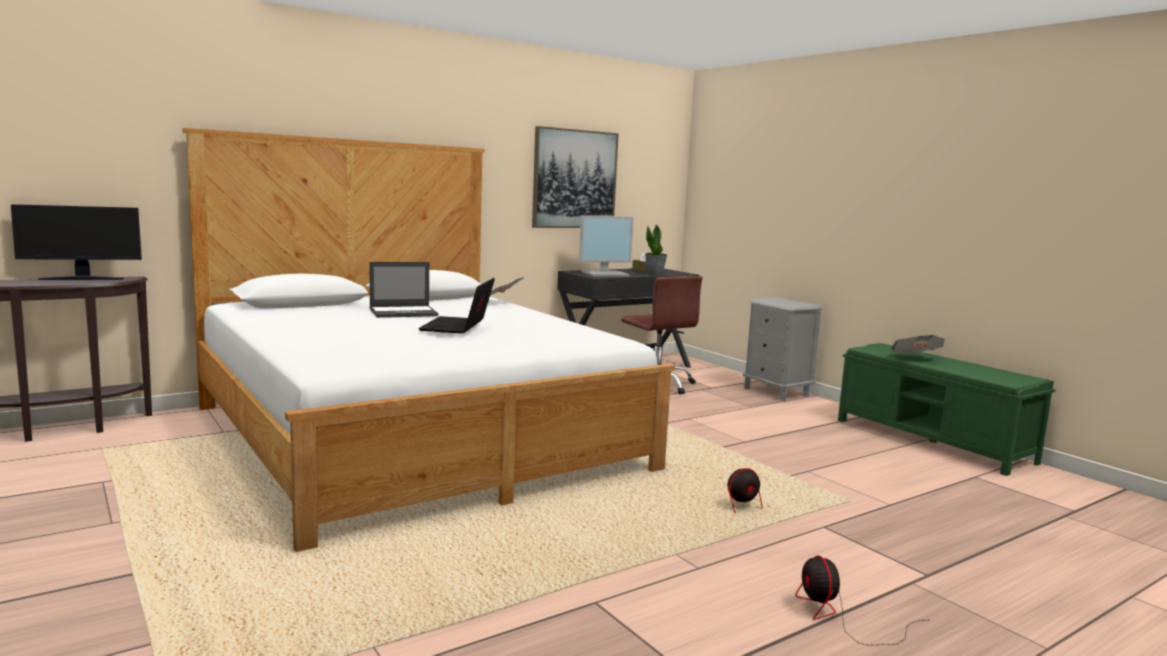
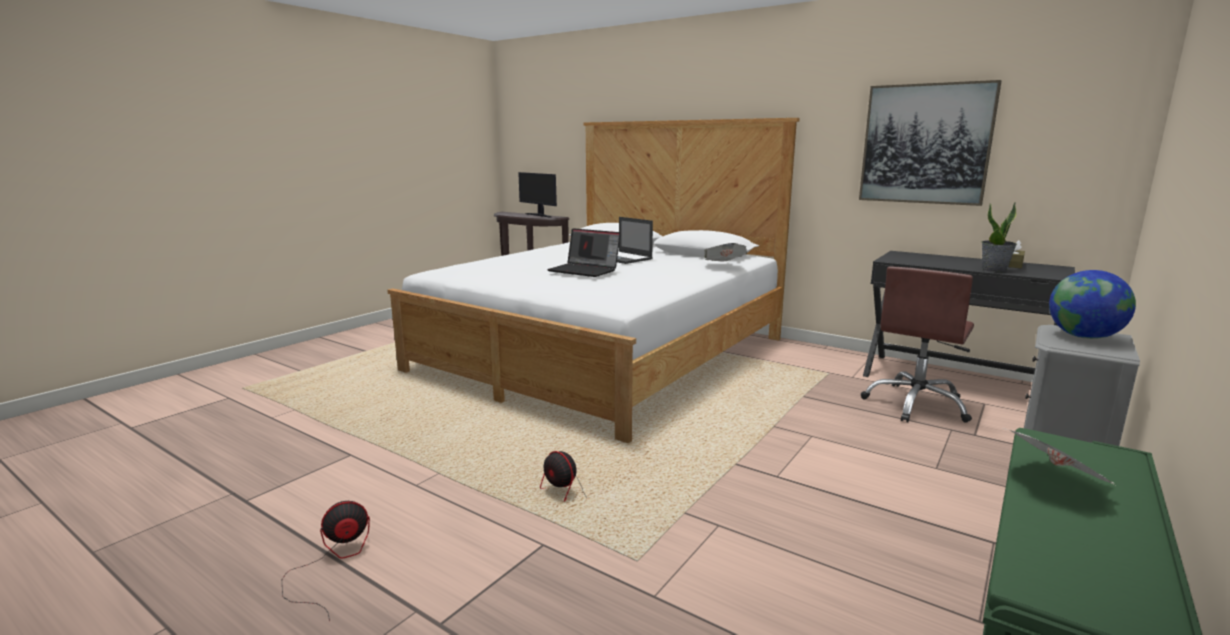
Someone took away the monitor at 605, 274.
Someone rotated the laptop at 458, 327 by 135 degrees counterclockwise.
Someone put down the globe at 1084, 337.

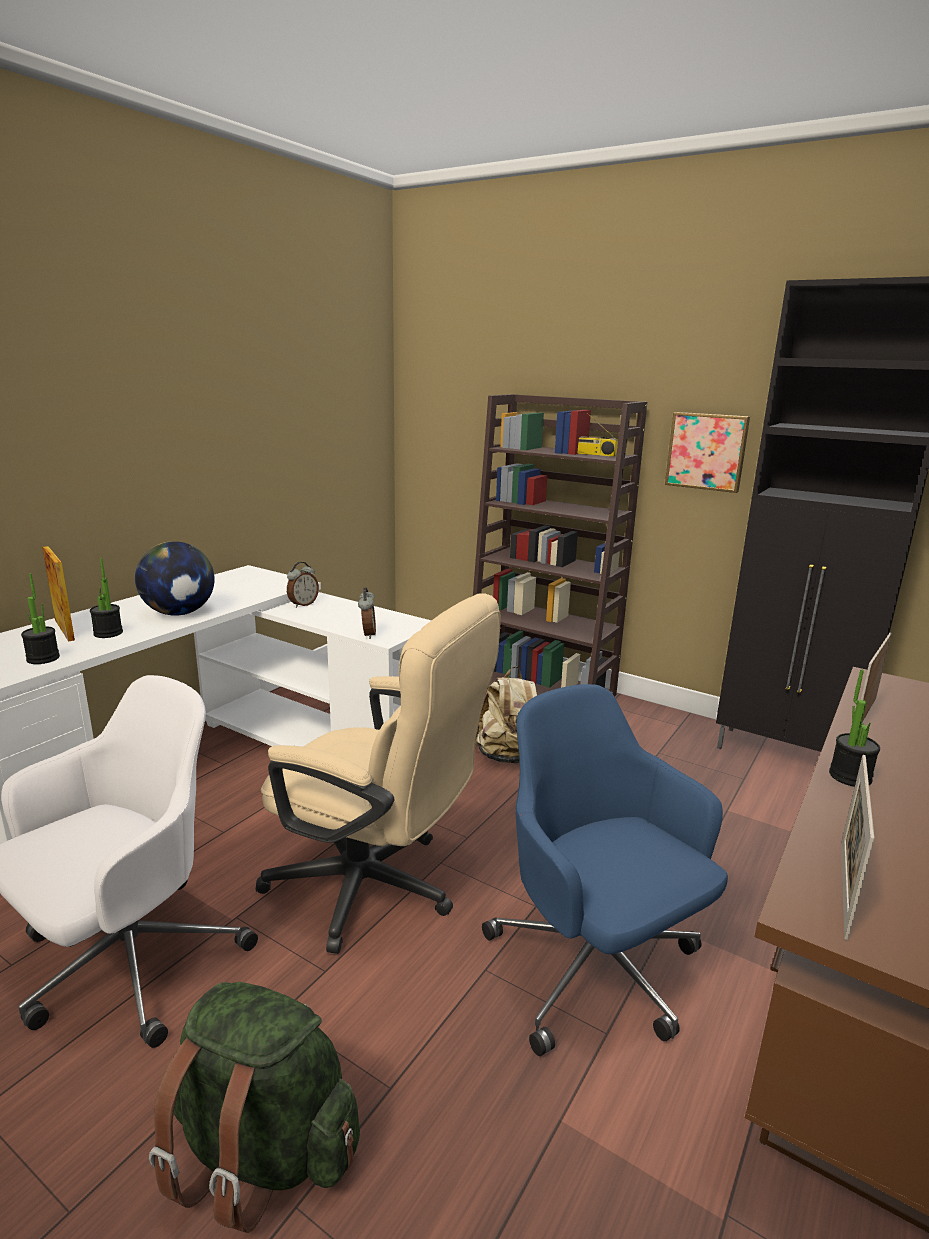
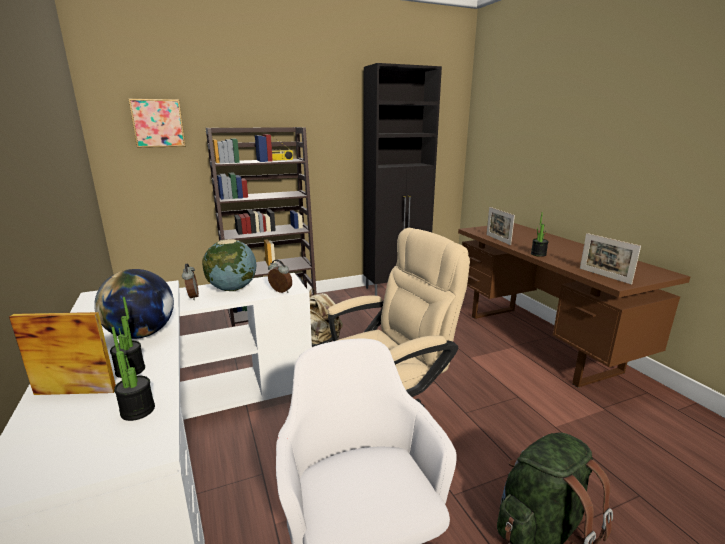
Someone carried the picture from 707, 451 to 158, 123.
Someone took away the blue_office_chair at 595, 970.
Someone put down the globe at 232, 289.

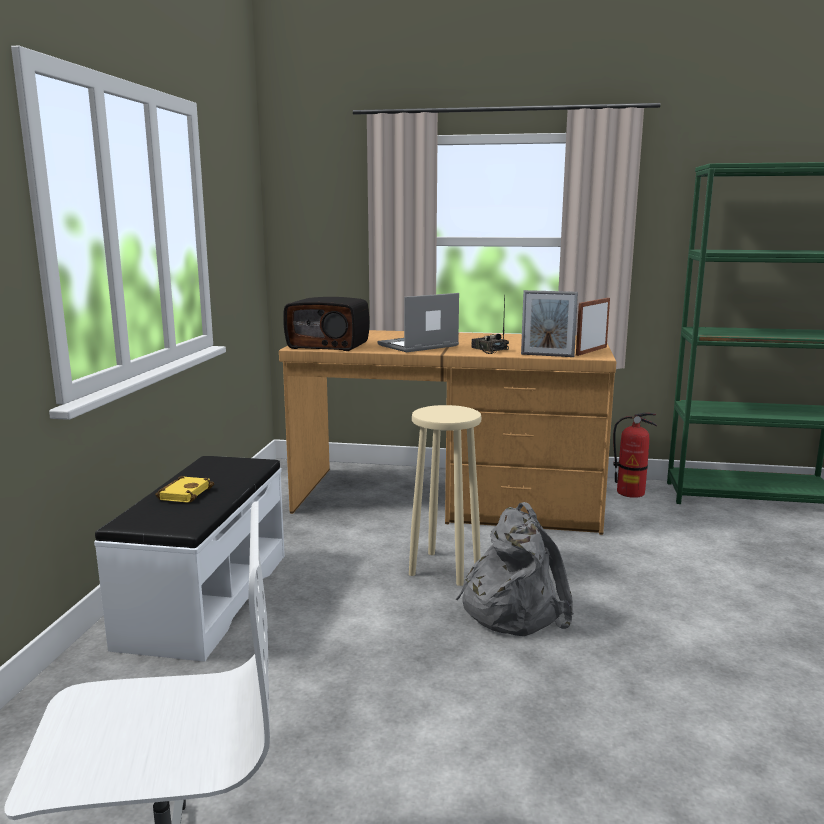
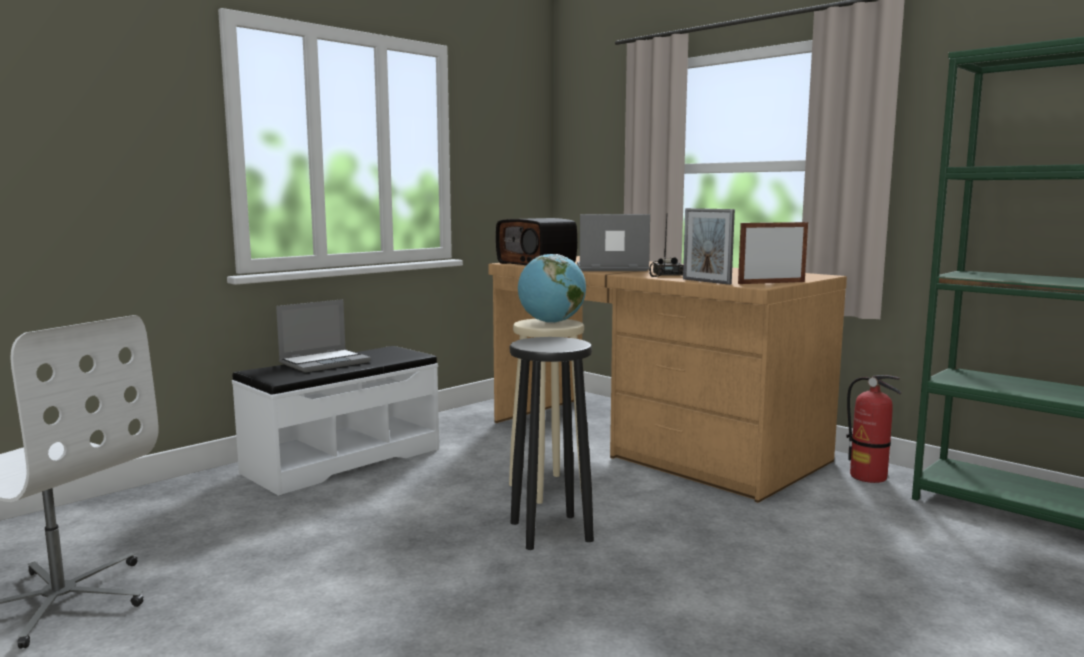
Someone swapped the yellow_book at 184, 493 for the laptop at 325, 362.
Someone swapped the grey_backpack at 513, 609 for the black_stool at 551, 532.
Someone put down the globe at 551, 322.

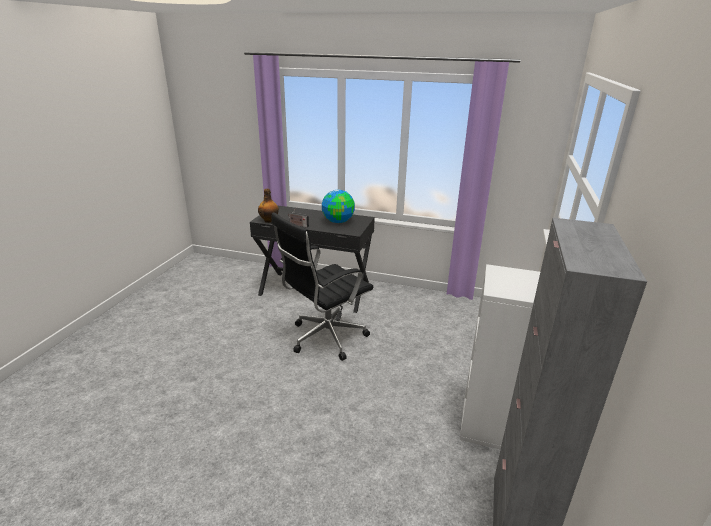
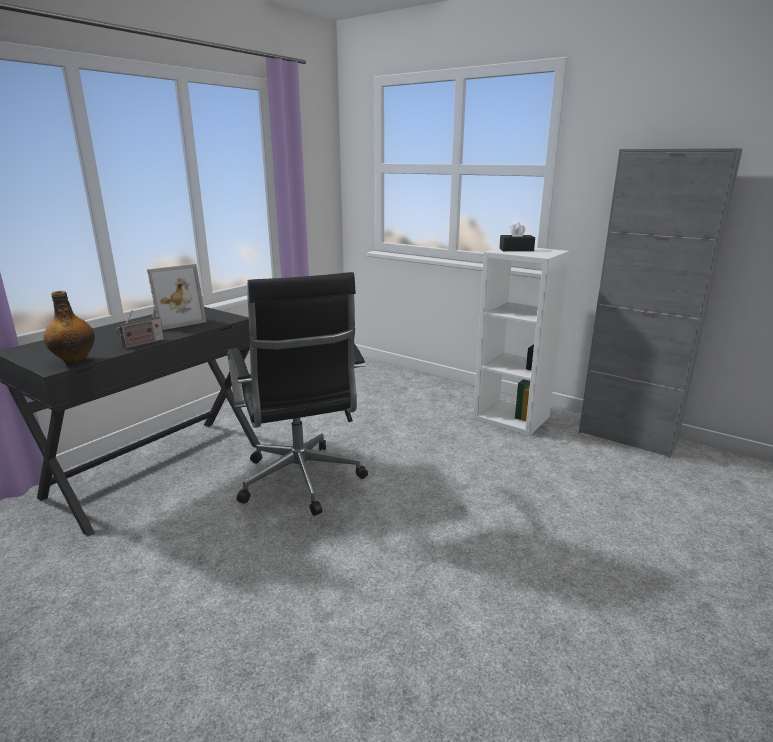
Someone swapped the globe at 338, 221 for the picture_frame at 176, 321.
Someone put down the black_tissue_box at 516, 250.

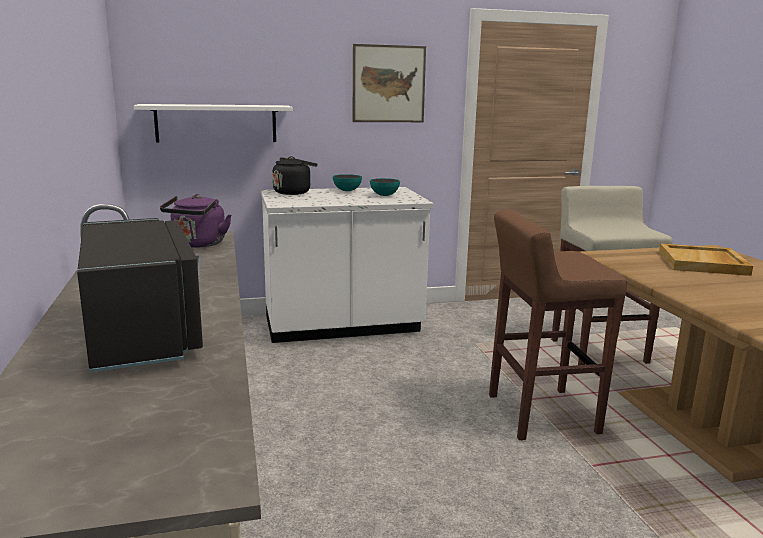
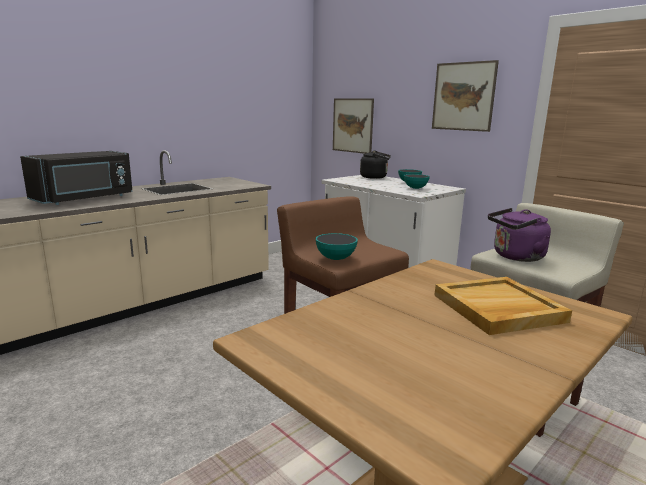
Someone swapped the white_shelf at 216, 123 for the picture at 352, 125.
Someone carried the purple_kettle from 198, 245 to 515, 257.
Someone put down the bowl at 335, 259.

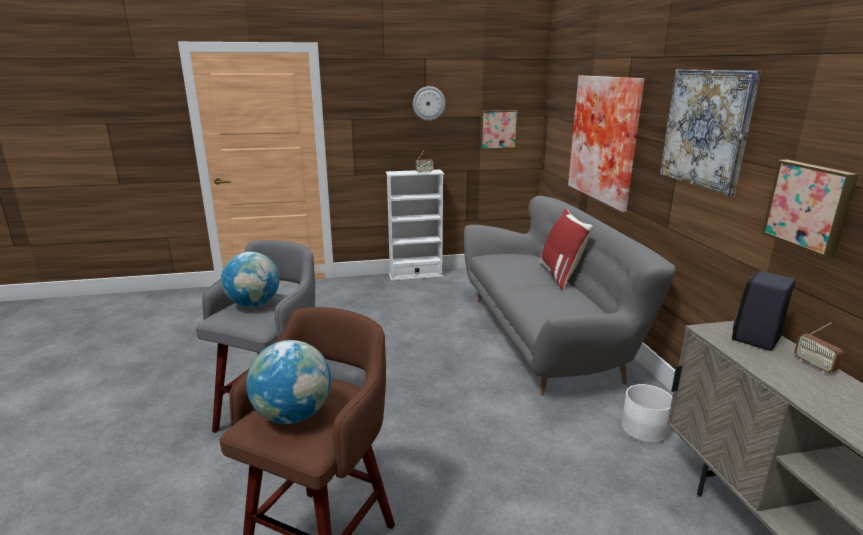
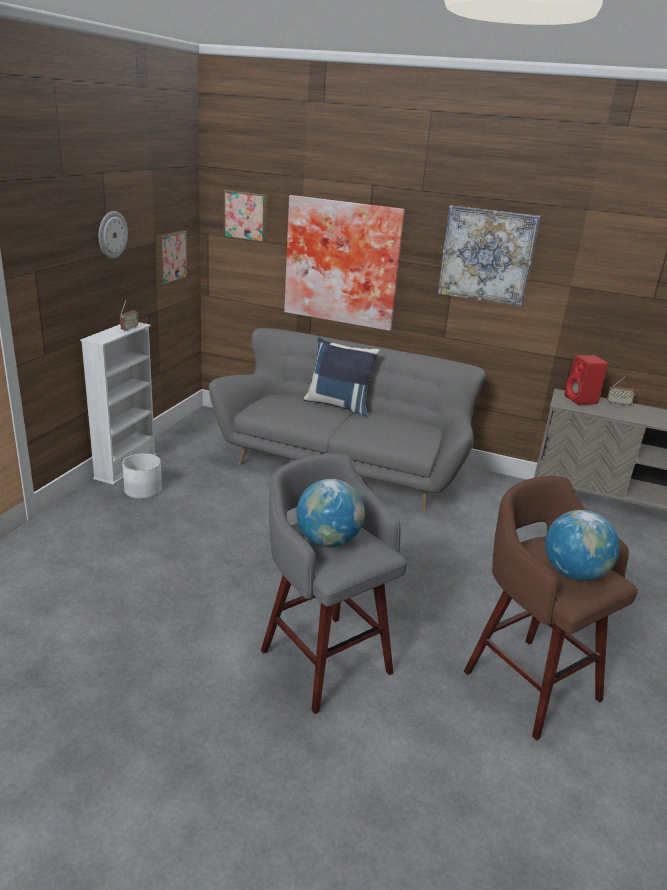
Someone carried the picture from 809, 206 to 246, 215.
Someone repainted the red_pillow at 561, 276, which became the blue_pillow at 339, 405.
Someone repainted the black_speaker at 755, 340, which became the red_speaker at 581, 400.
Someone carried the white_planter from 644, 429 to 143, 489.

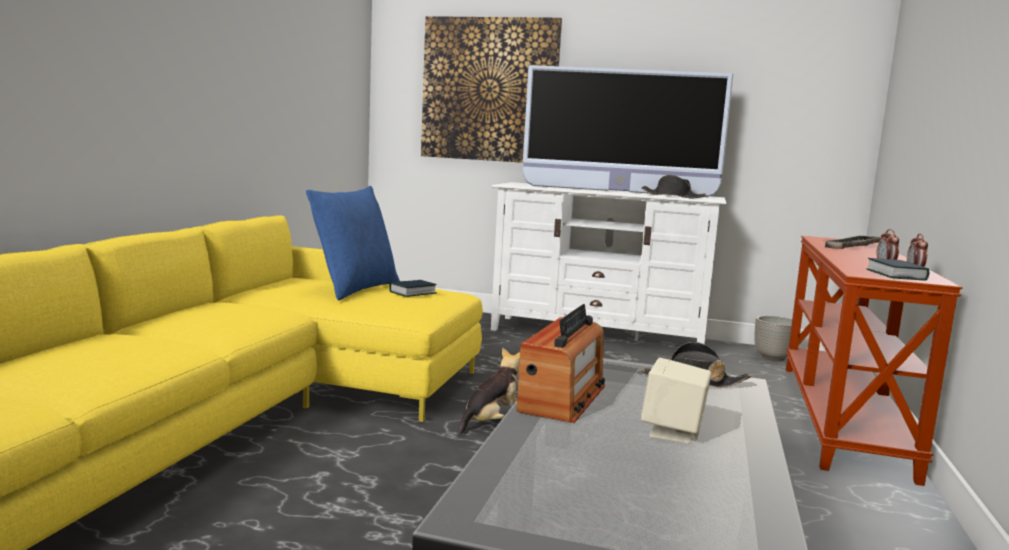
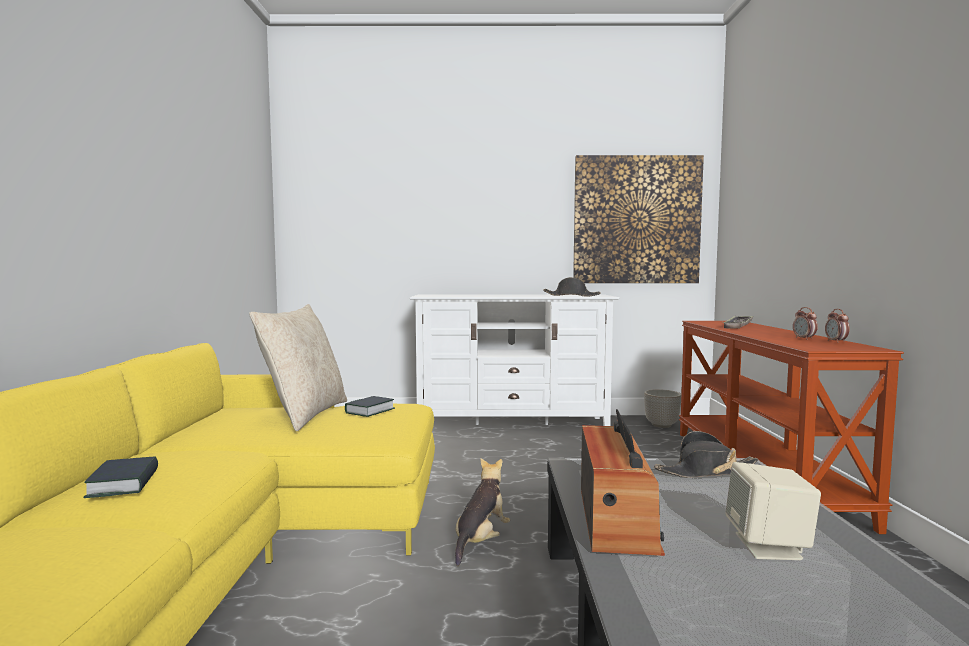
Someone carried the picture from 489, 90 to 636, 220.
Someone took away the television at 618, 191.
Someone repainted the blue_pillow at 354, 289, which became the beige_pillow at 305, 415.
Someone carried the book from 896, 275 to 124, 484.

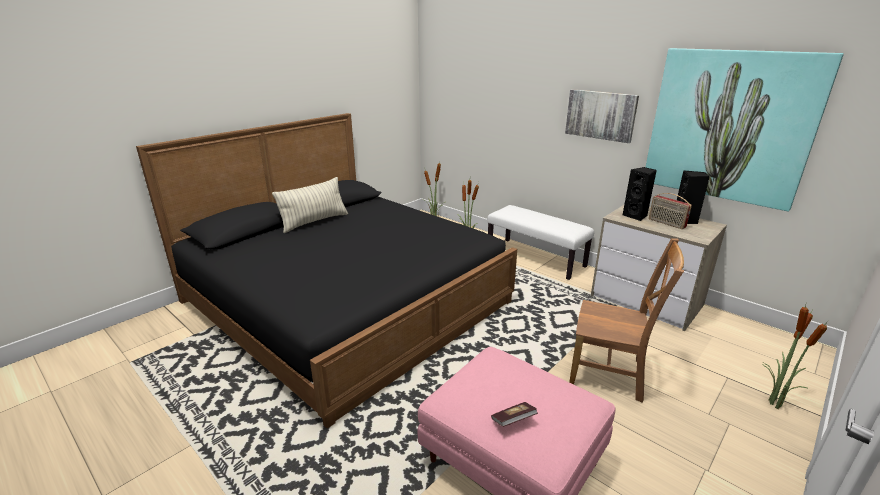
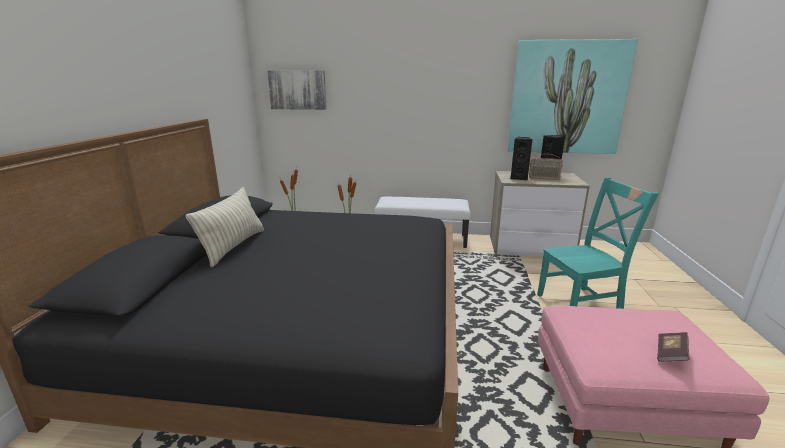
Someone carried the picture from 600, 115 to 297, 90.
Someone repainted the brown_chair at 611, 374, which became the turquoise_chair at 581, 304.
Someone took away the potted_plant at 773, 403.

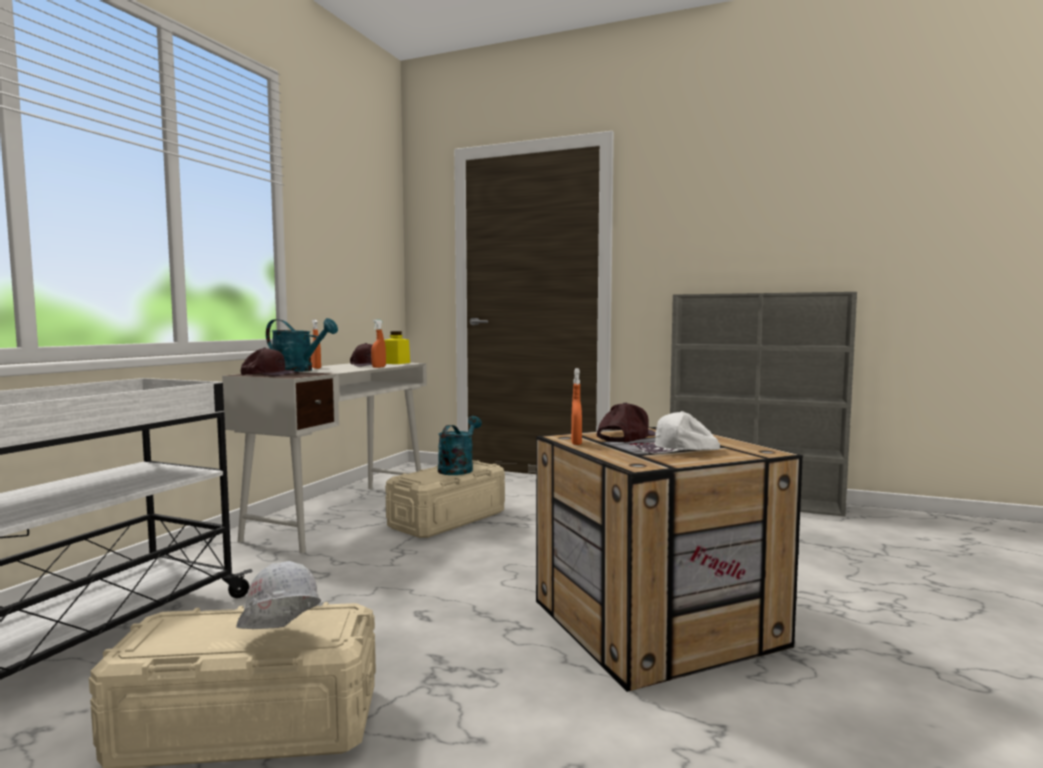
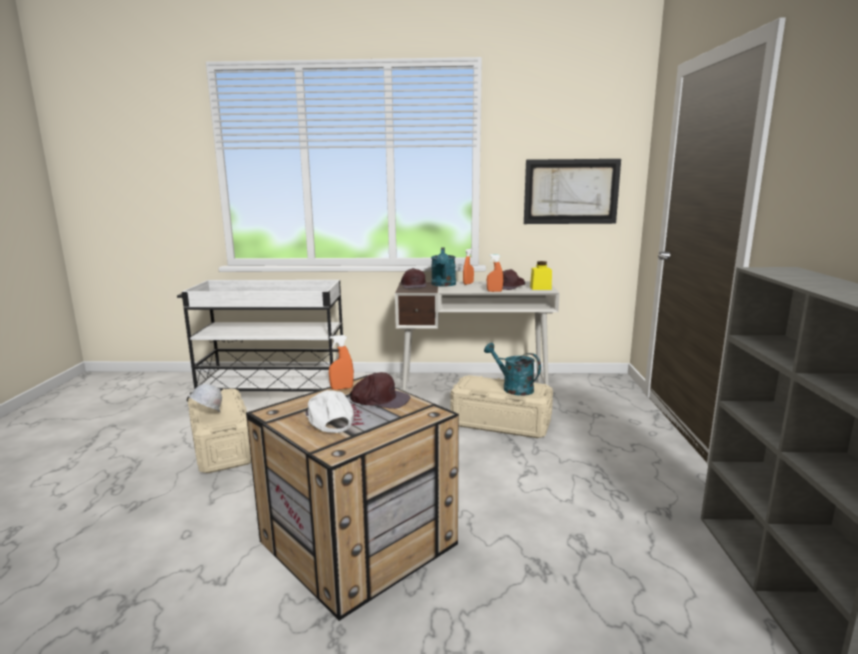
Someone rotated the turquoise_watering_can at 458, 469 by 135 degrees counterclockwise.
Someone put up the picture at 571, 191.

